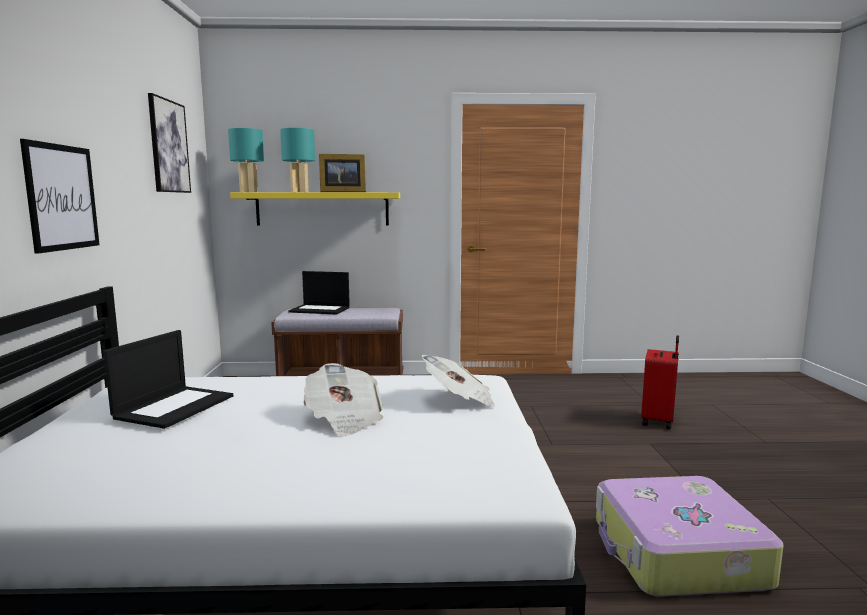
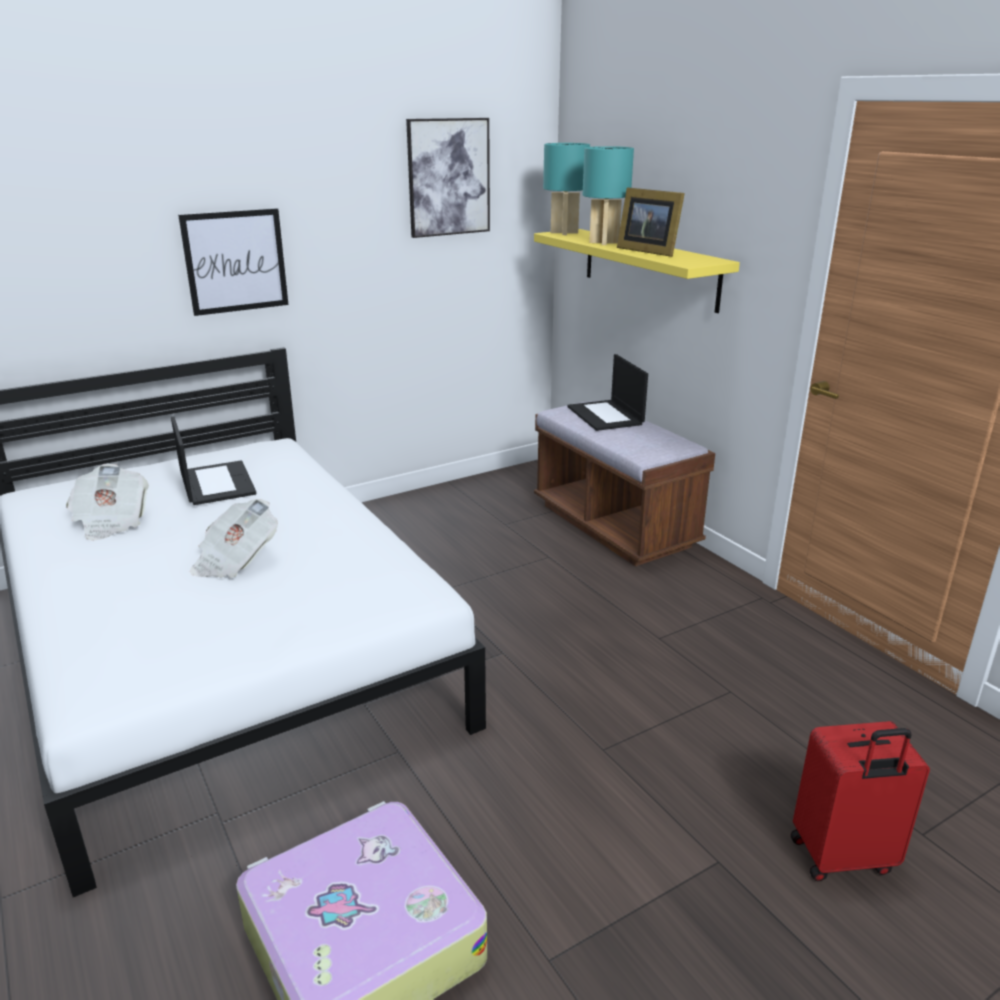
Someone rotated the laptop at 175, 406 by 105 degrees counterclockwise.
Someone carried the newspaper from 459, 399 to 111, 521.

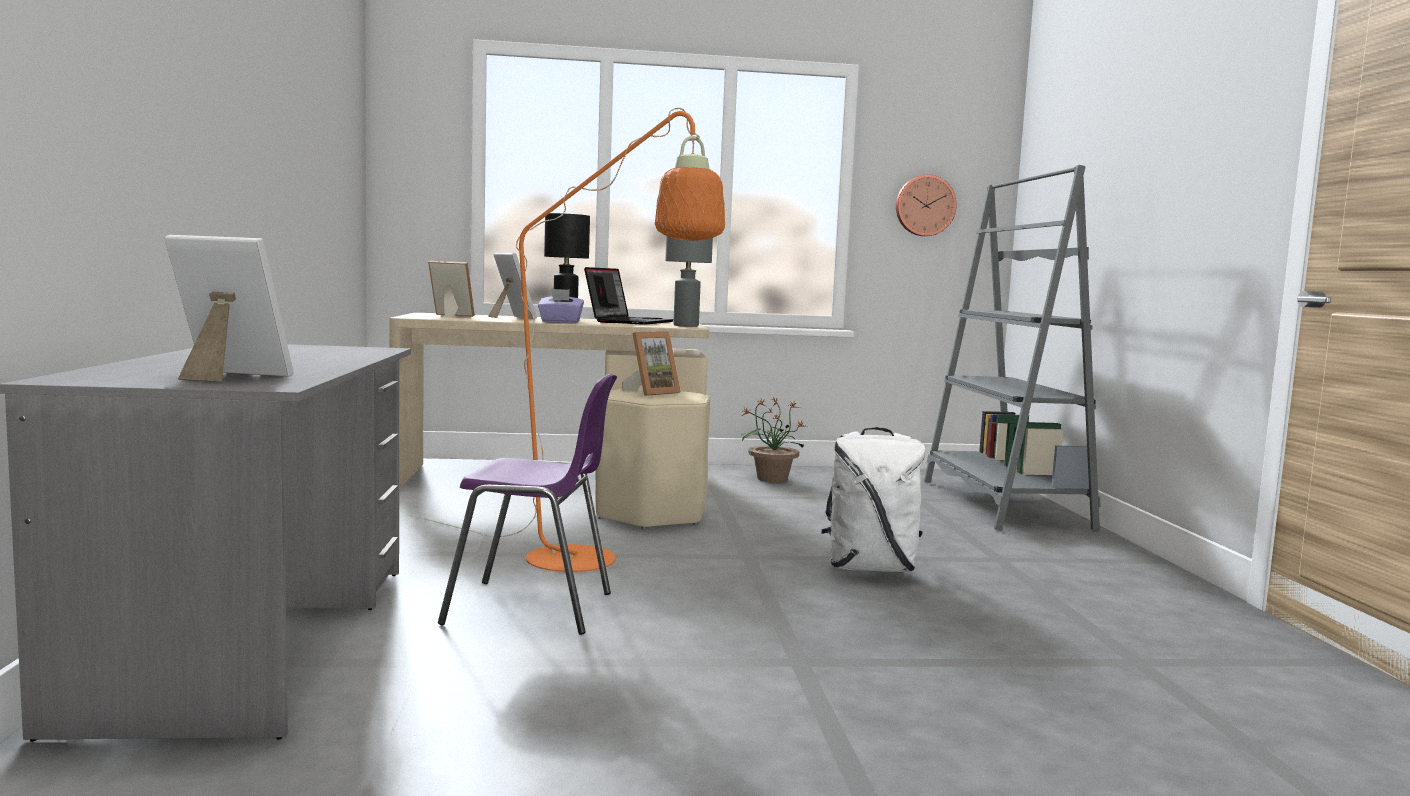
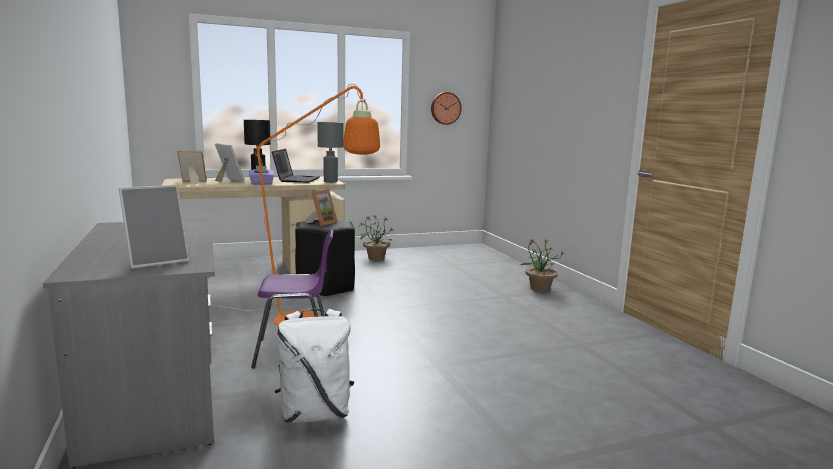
Someone took away the grey_bookcase at 1003, 504.
Someone rotated the picture_frame at 227, 376 by 150 degrees clockwise.
Someone repainted the beige_stool at 651, 514, which became the black_stool at 325, 287.
Someone carried the white_backpack from 870, 568 to 315, 414.
Someone put down the potted_plant at 539, 289.

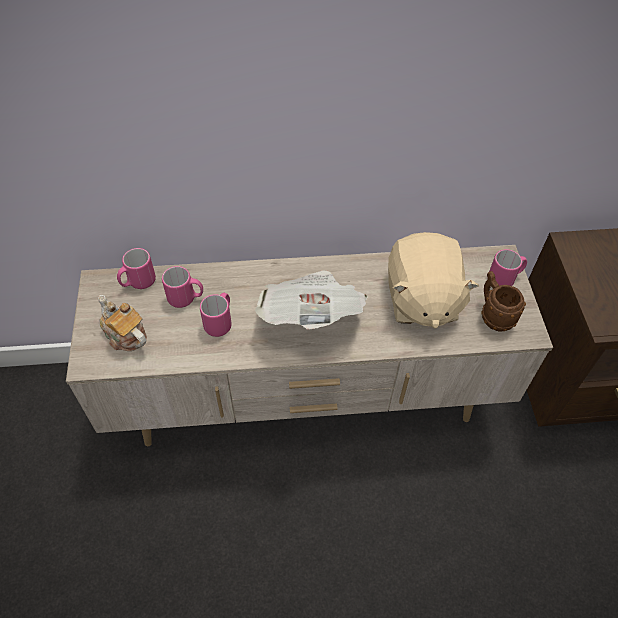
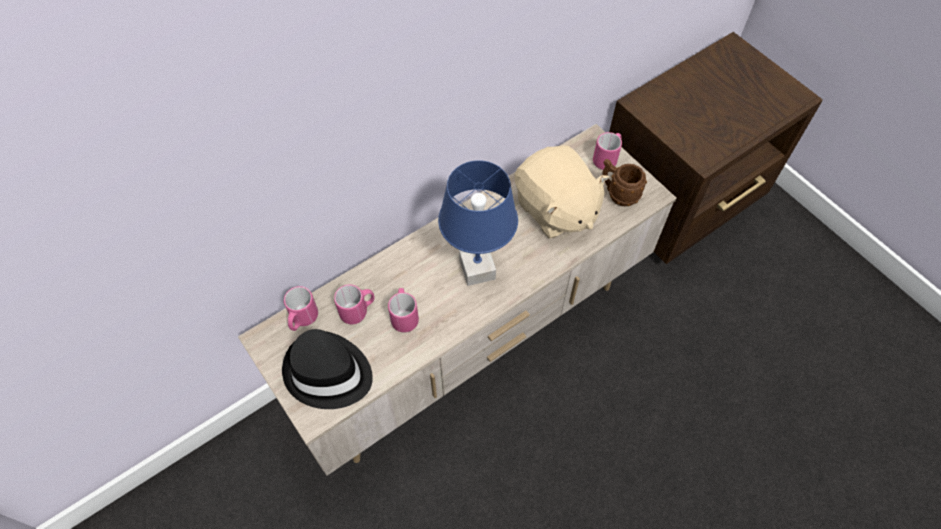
Someone swapped the newspaper at 311, 315 for the blue_table_lamp at 476, 269.
Someone swapped the teapot at 125, 335 for the black_hat at 328, 373.

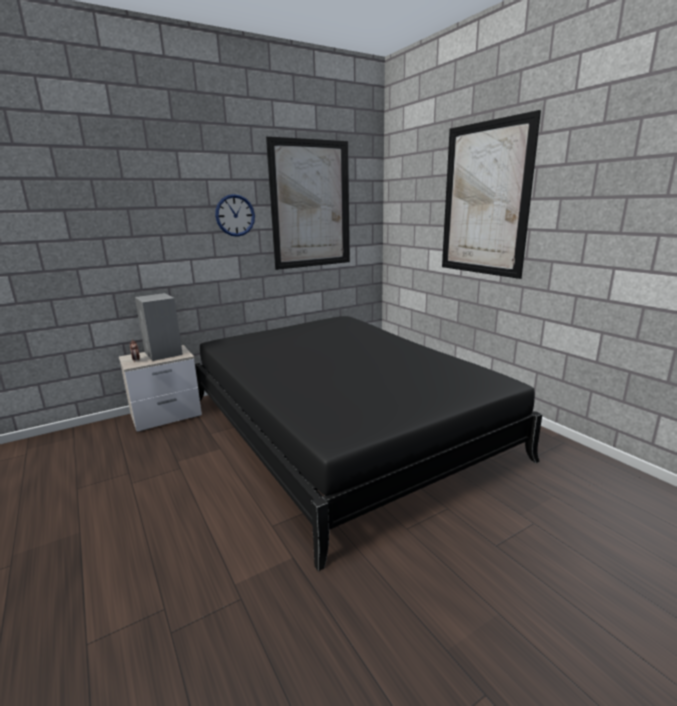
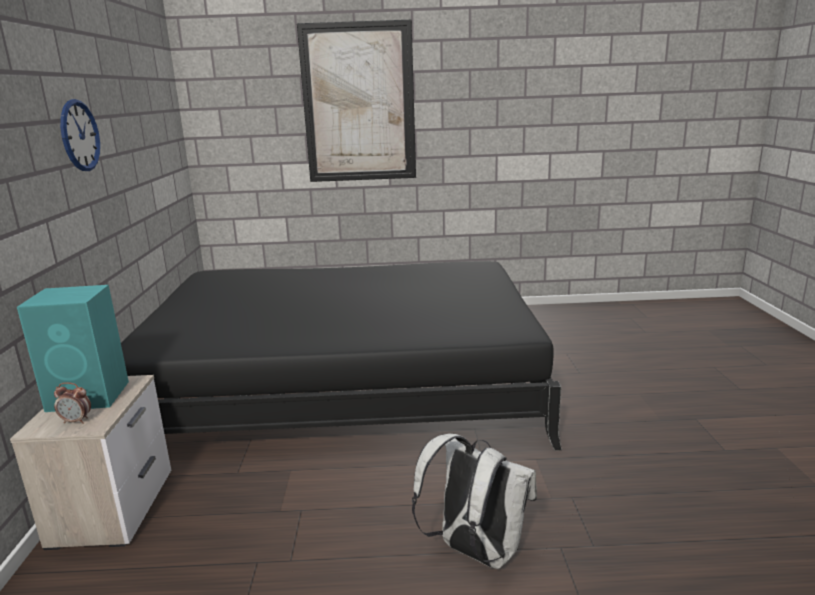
Someone took away the picture at 311, 205.
Someone repainted the grey_speaker at 163, 353, which became the turquoise_speaker at 90, 396.
Someone put down the white_backpack at 474, 552.

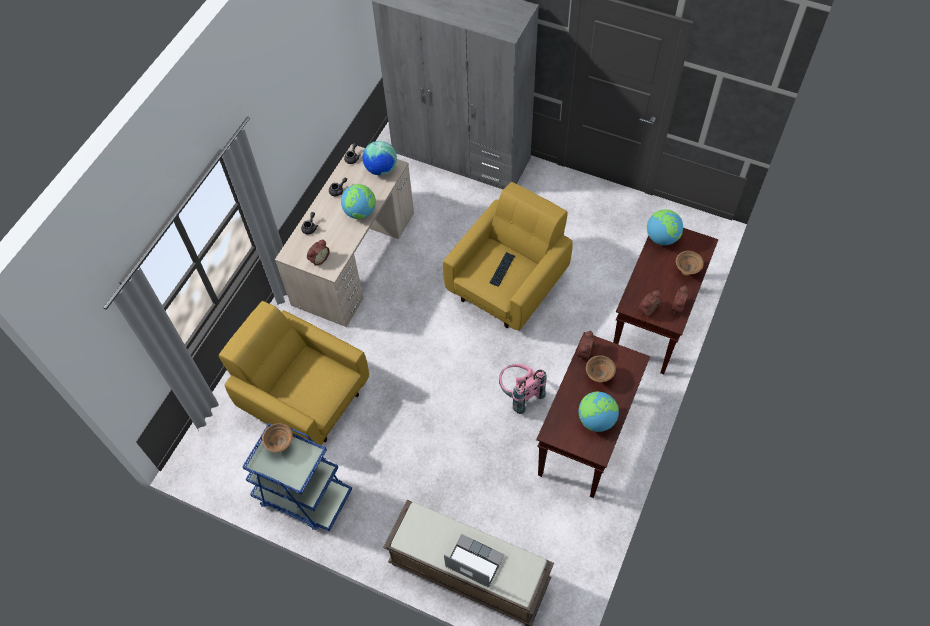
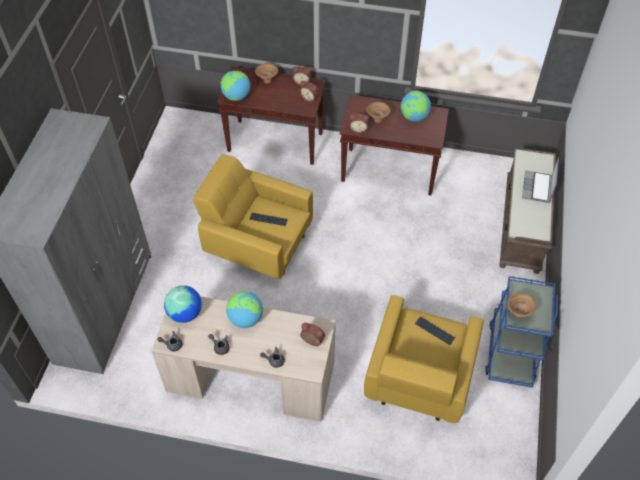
Someone took away the pink_backpack at 519, 394.
Someone put down the keyboard at 434, 331.

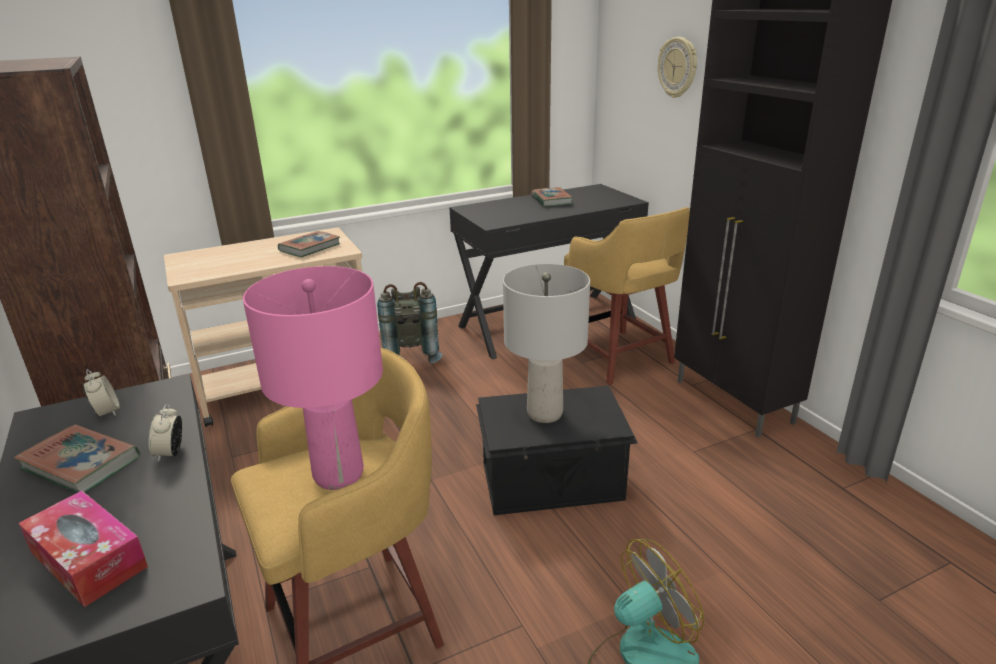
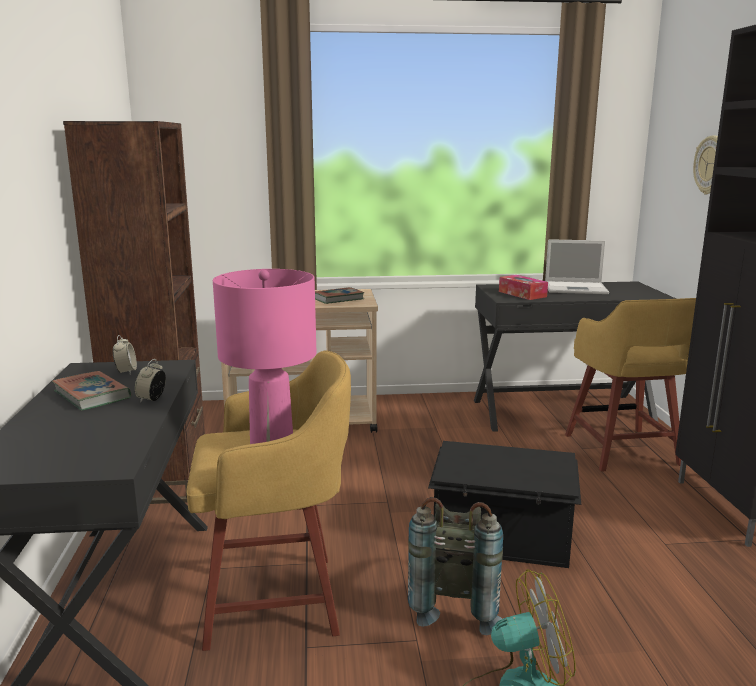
Someone swapped the book at 551, 200 for the laptop at 577, 288.
Someone took away the grey_table_lamp at 545, 414.
Someone carried the grey_backpack from 411, 354 to 455, 604.
Someone carried the tissue_box from 89, 559 to 522, 294.

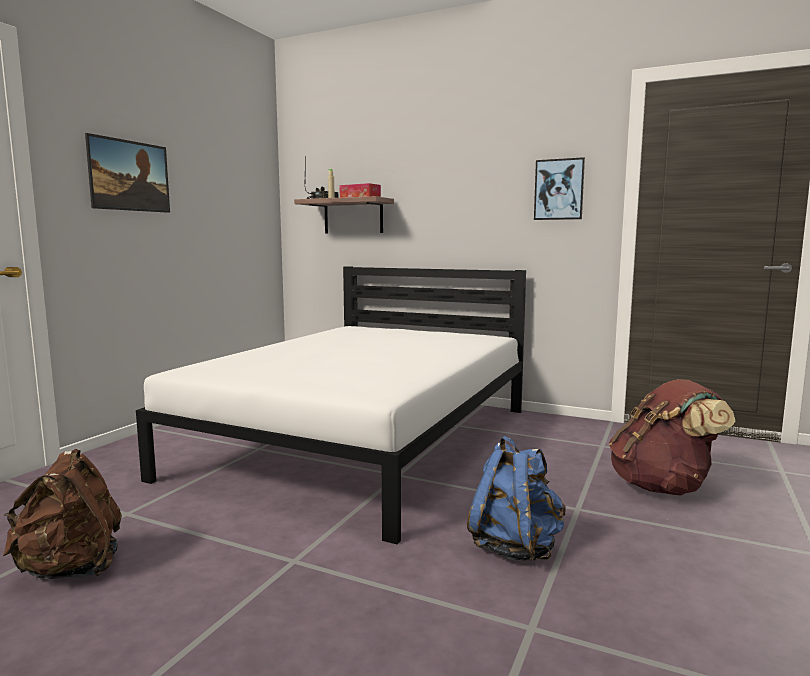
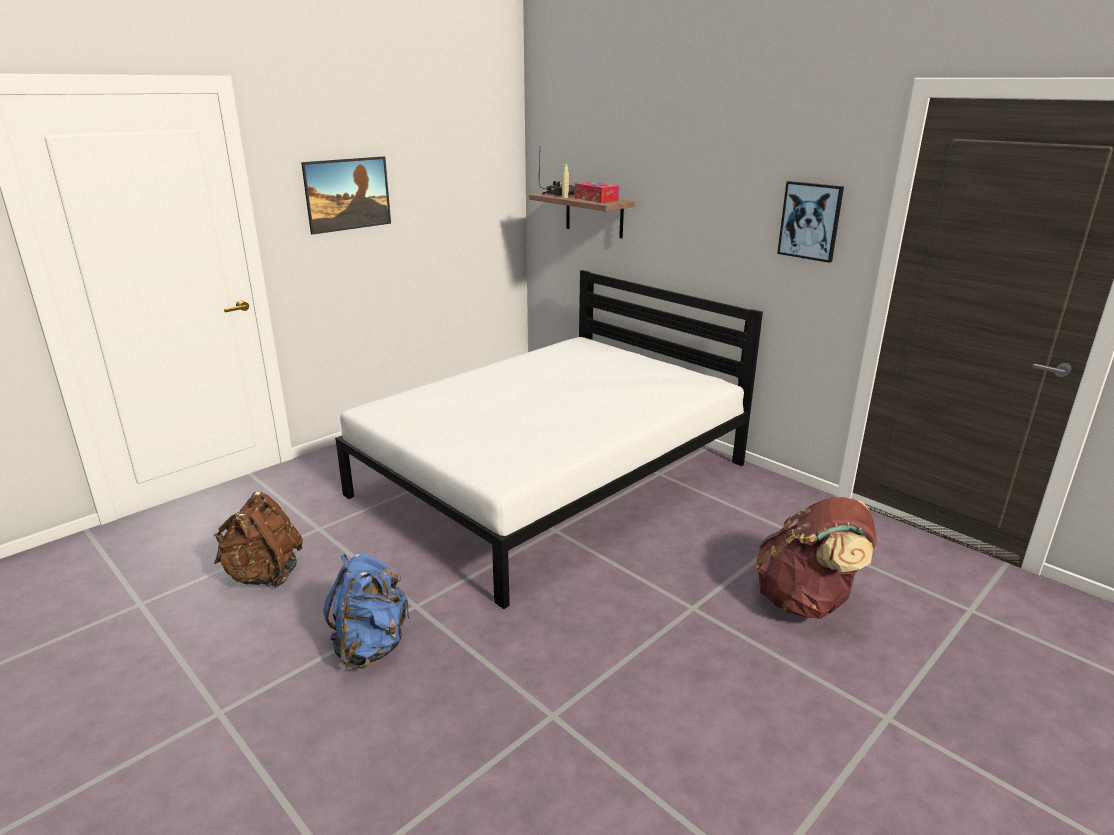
Someone carried the blue_backpack from 515, 547 to 371, 645.

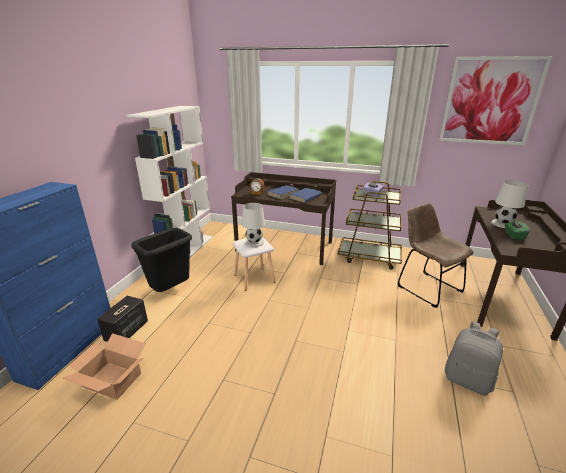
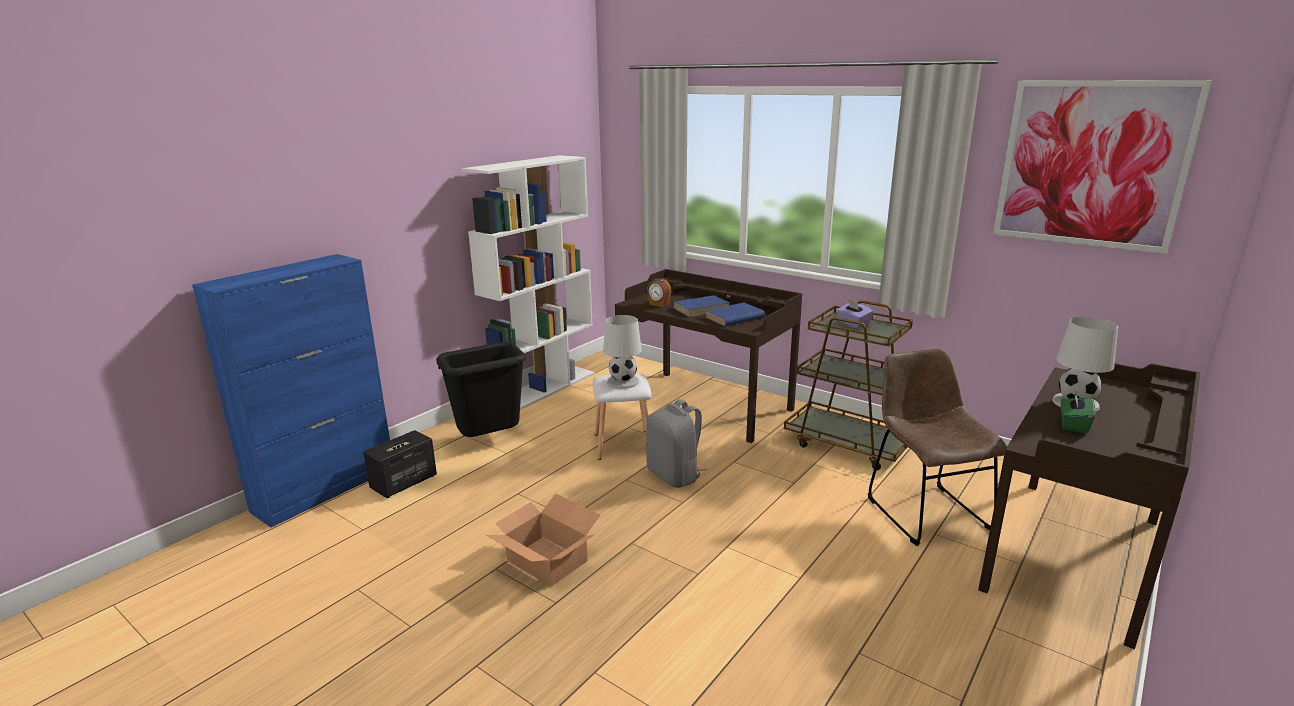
Someone carried the grey_backpack from 468, 380 to 675, 476.
Someone carried the cardboard_box from 112, 379 to 547, 560.

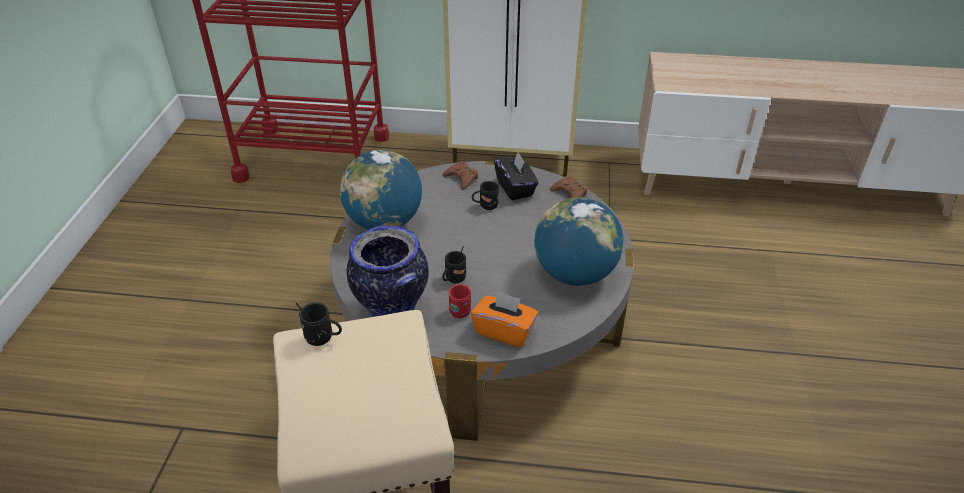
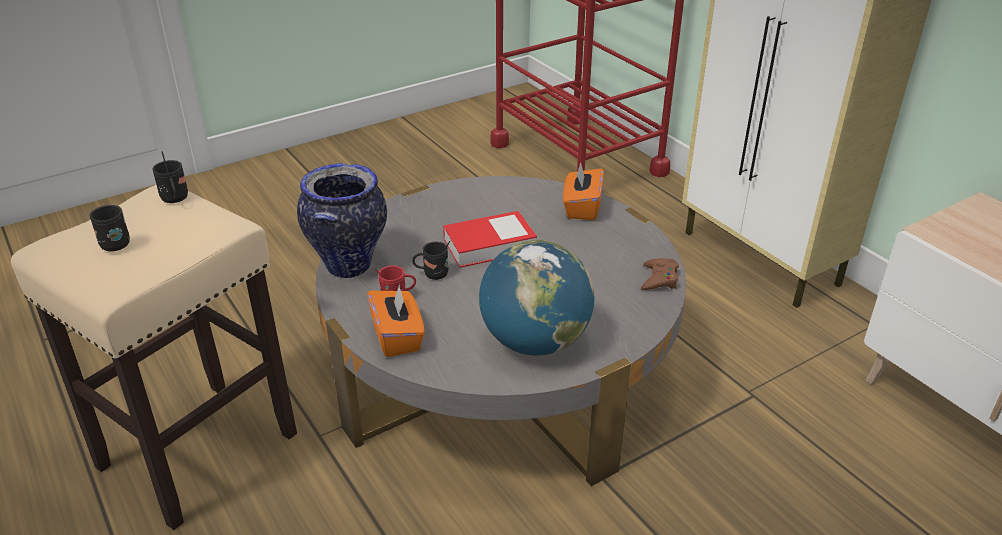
Someone took away the globe at 384, 222.
Someone took away the black_tissue_box at 515, 188.
Someone swapped the brown_game_controller at 461, 178 for the orange_tissue_box at 582, 208.
Someone carried the black_mug from 486, 206 to 113, 243.
Someone put down the book at 489, 245.

